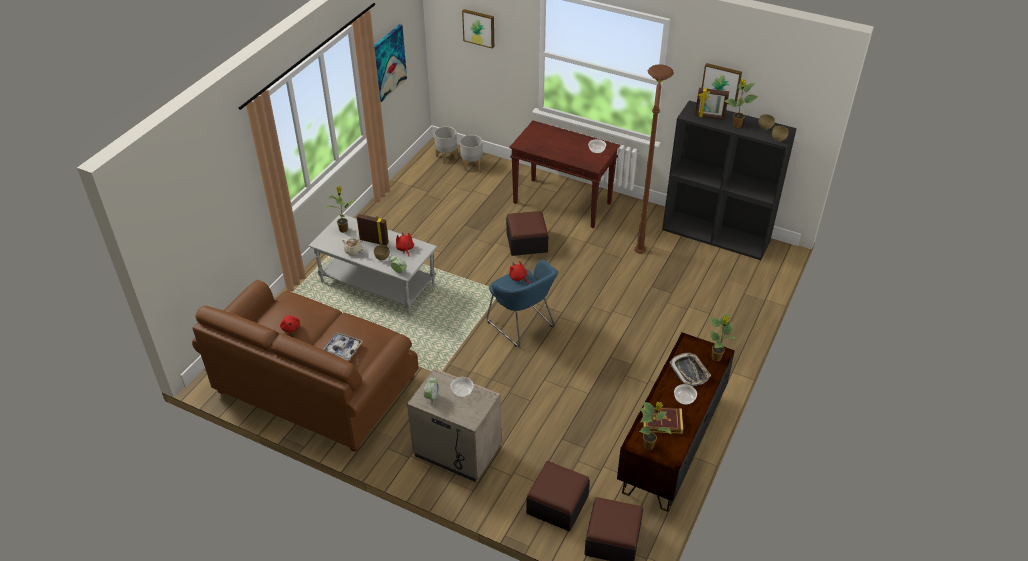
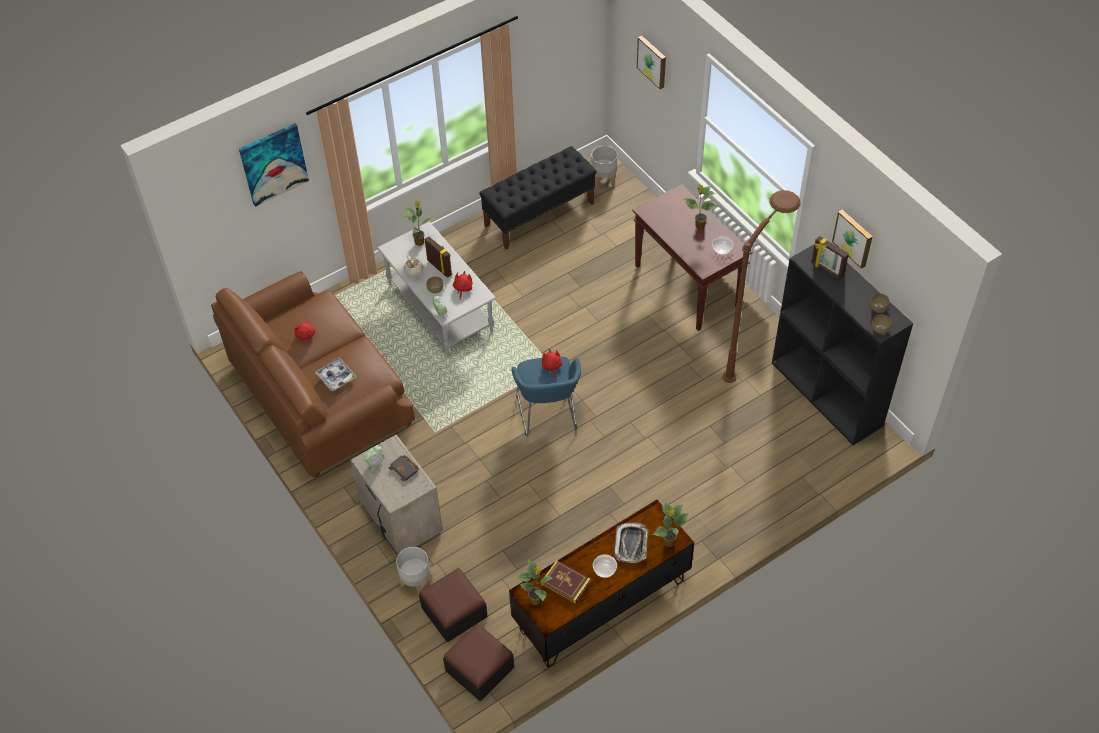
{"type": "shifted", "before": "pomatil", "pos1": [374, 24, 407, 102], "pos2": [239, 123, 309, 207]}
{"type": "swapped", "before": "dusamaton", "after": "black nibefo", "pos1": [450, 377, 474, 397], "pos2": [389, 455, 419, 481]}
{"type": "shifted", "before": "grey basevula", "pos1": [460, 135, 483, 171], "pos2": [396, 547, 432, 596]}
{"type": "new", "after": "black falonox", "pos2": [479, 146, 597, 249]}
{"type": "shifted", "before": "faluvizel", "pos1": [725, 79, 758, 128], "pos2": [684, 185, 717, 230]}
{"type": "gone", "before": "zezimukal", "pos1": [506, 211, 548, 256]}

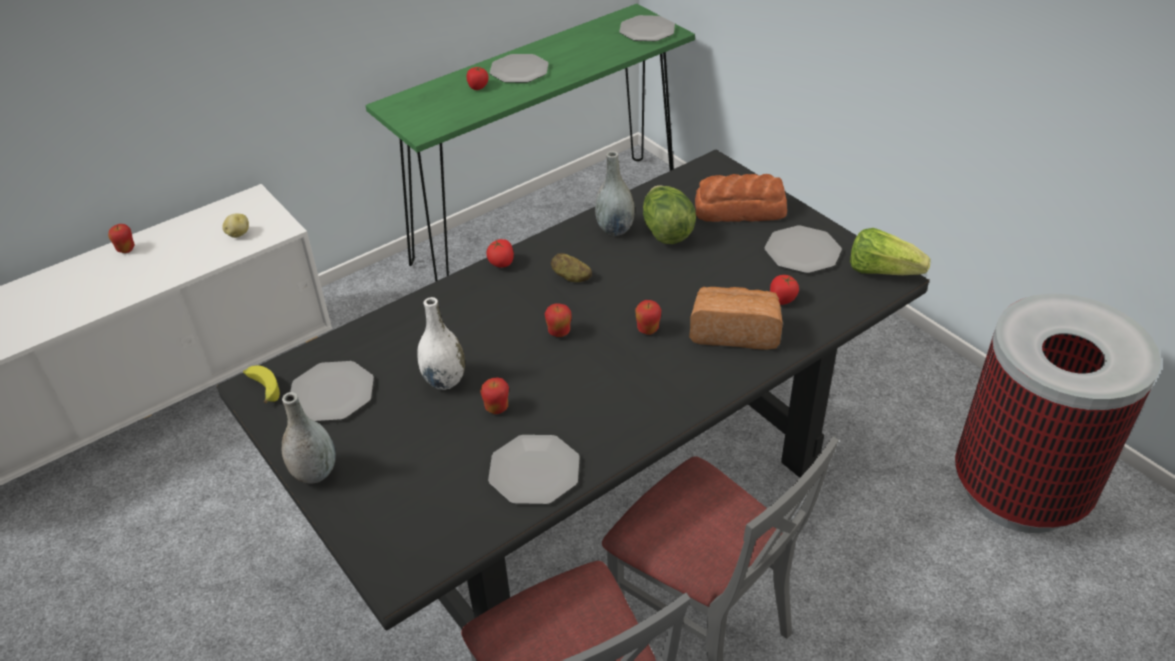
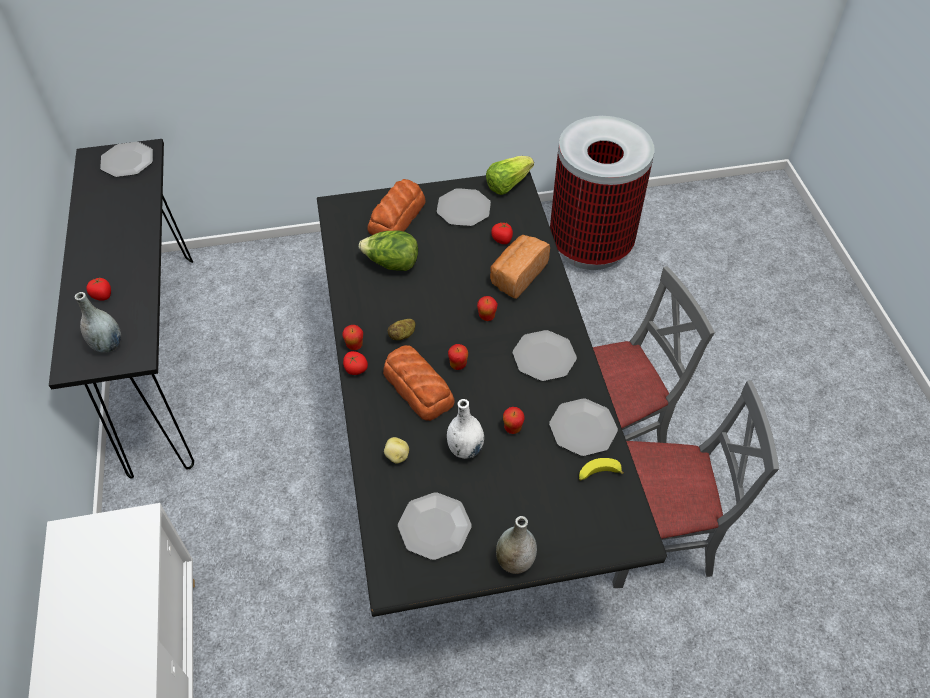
{"type": "repainted", "before": "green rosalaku", "after": "black rosalaku", "pos1": [365, 4, 695, 282], "pos2": [49, 139, 194, 479]}
{"type": "shifted", "before": "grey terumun", "pos1": [595, 151, 635, 236], "pos2": [75, 292, 121, 353]}
{"type": "shifted", "before": "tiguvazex", "pos1": [108, 224, 135, 253], "pos2": [342, 325, 363, 350]}
{"type": "new", "after": "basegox", "pos2": [383, 345, 454, 421]}
{"type": "shifted", "before": "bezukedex", "pos1": [222, 214, 249, 238], "pos2": [384, 437, 409, 464]}
{"type": "shifted", "before": "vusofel", "pos1": [490, 54, 549, 83], "pos2": [513, 330, 577, 381]}
{"type": "shifted", "before": "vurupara", "pos1": [243, 365, 280, 403], "pos2": [579, 458, 624, 481]}

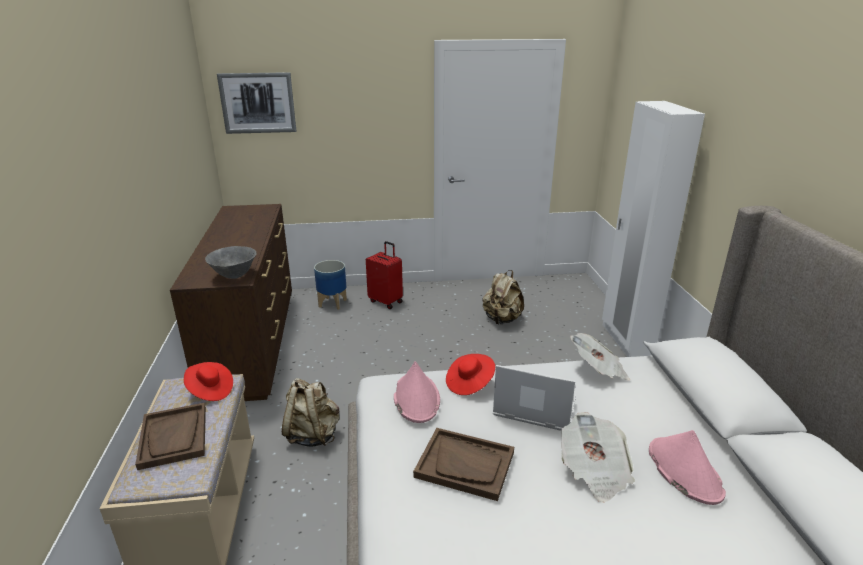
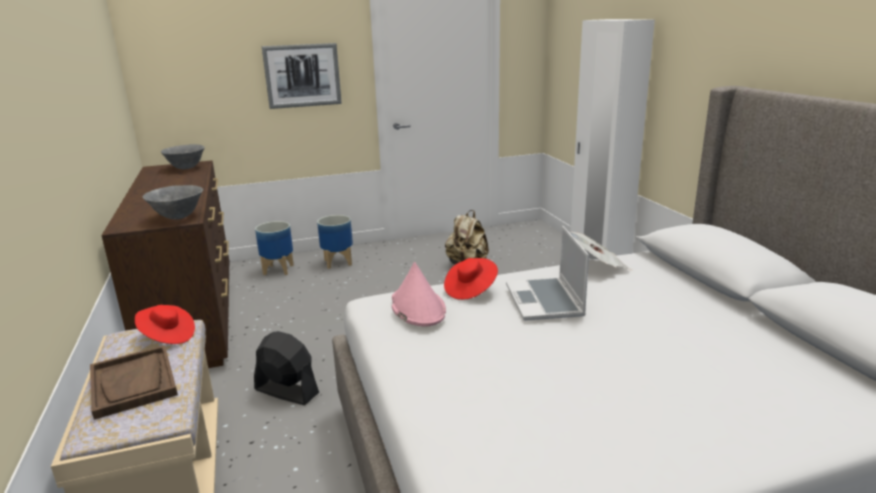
{"type": "new", "after": "grey dusamaton", "pos2": [161, 144, 205, 169]}
{"type": "swapped", "before": "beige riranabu", "after": "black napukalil", "pos1": [282, 378, 340, 447], "pos2": [254, 331, 319, 405]}
{"type": "shifted", "before": "pomatil", "pos1": [217, 72, 296, 134], "pos2": [262, 43, 342, 109]}
{"type": "swapped", "before": "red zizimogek", "after": "basevula", "pos1": [366, 241, 403, 309], "pos2": [317, 215, 353, 269]}
{"type": "rotated", "before": "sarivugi", "pos1": [493, 365, 576, 431], "pos2": [506, 226, 589, 321], "turn": -105}
{"type": "gone", "before": "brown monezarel", "pos1": [413, 428, 514, 501]}
{"type": "gone", "before": "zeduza", "pos1": [561, 412, 635, 503]}
{"type": "gone", "before": "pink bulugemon", "pos1": [649, 430, 726, 505]}

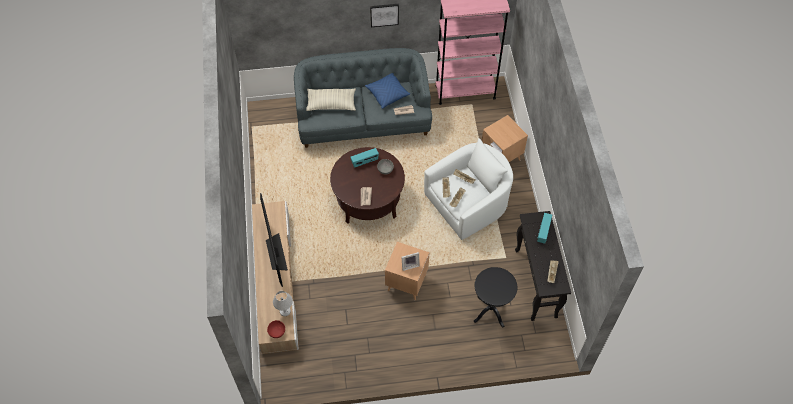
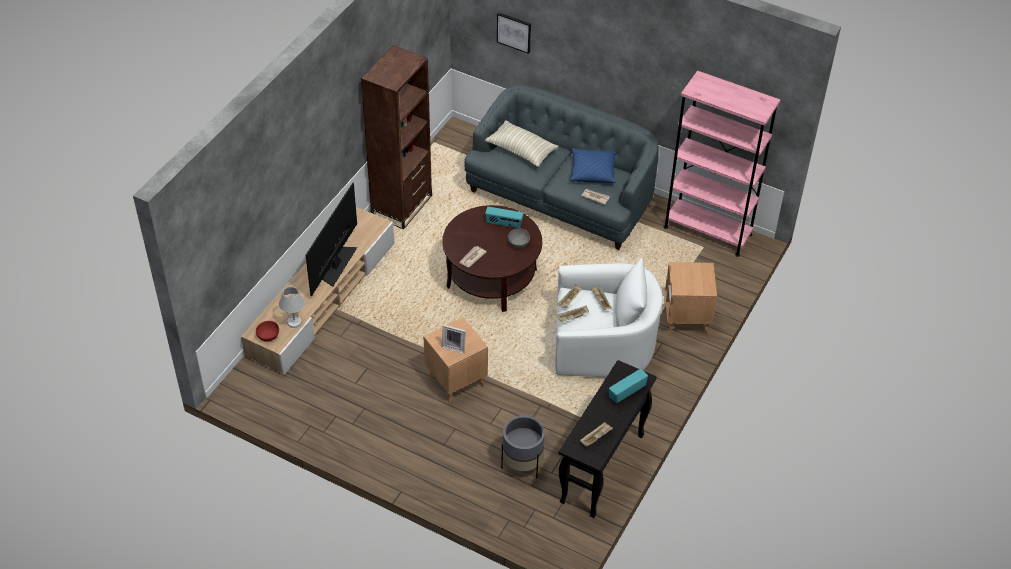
{"type": "new", "after": "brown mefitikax", "pos2": [361, 45, 432, 229]}
{"type": "shifted", "before": "pomatil", "pos1": [370, 4, 399, 27], "pos2": [497, 12, 531, 54]}
{"type": "swapped", "before": "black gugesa", "after": "grey basevula", "pos1": [474, 267, 517, 328], "pos2": [501, 415, 545, 478]}

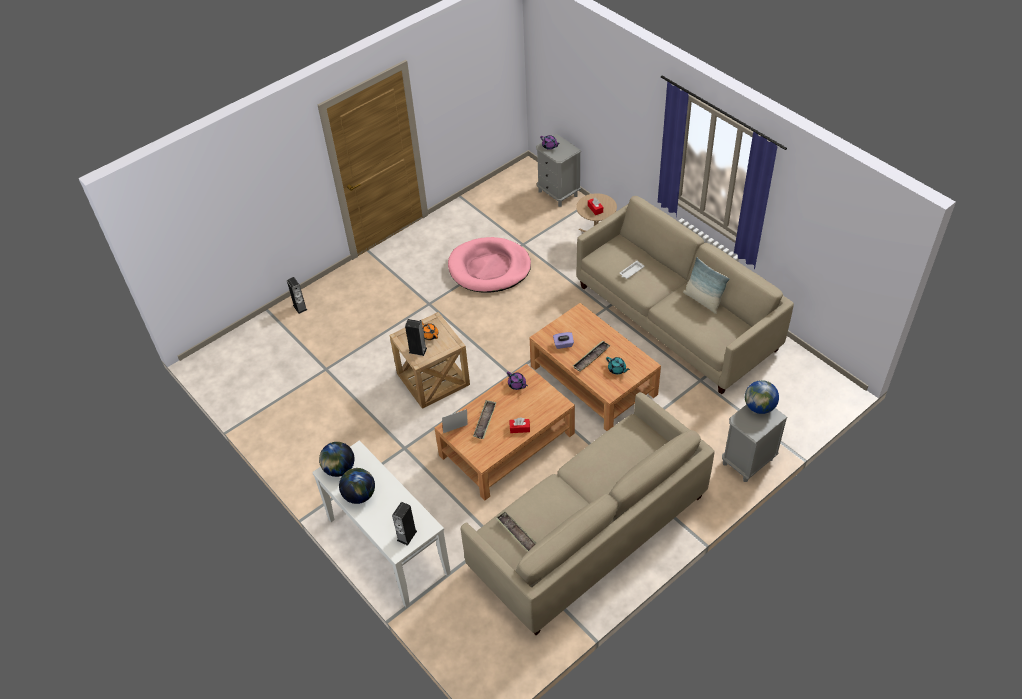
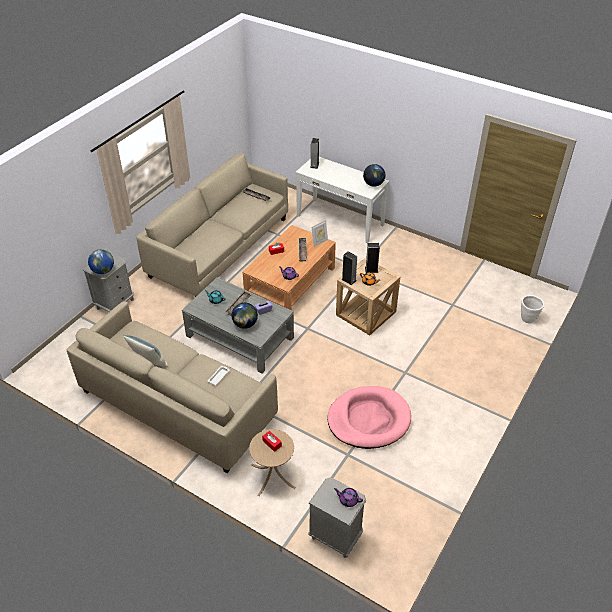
{"type": "repainted", "before": "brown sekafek", "after": "grey sekafek", "pos1": [529, 303, 661, 431], "pos2": [182, 277, 294, 373]}
{"type": "shifted", "before": "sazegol", "pos1": [339, 468, 375, 504], "pos2": [232, 303, 258, 329]}
{"type": "shifted", "before": "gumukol", "pos1": [287, 277, 307, 314], "pos2": [341, 251, 357, 285]}
{"type": "new", "after": "white basevula", "pos2": [521, 295, 544, 323]}

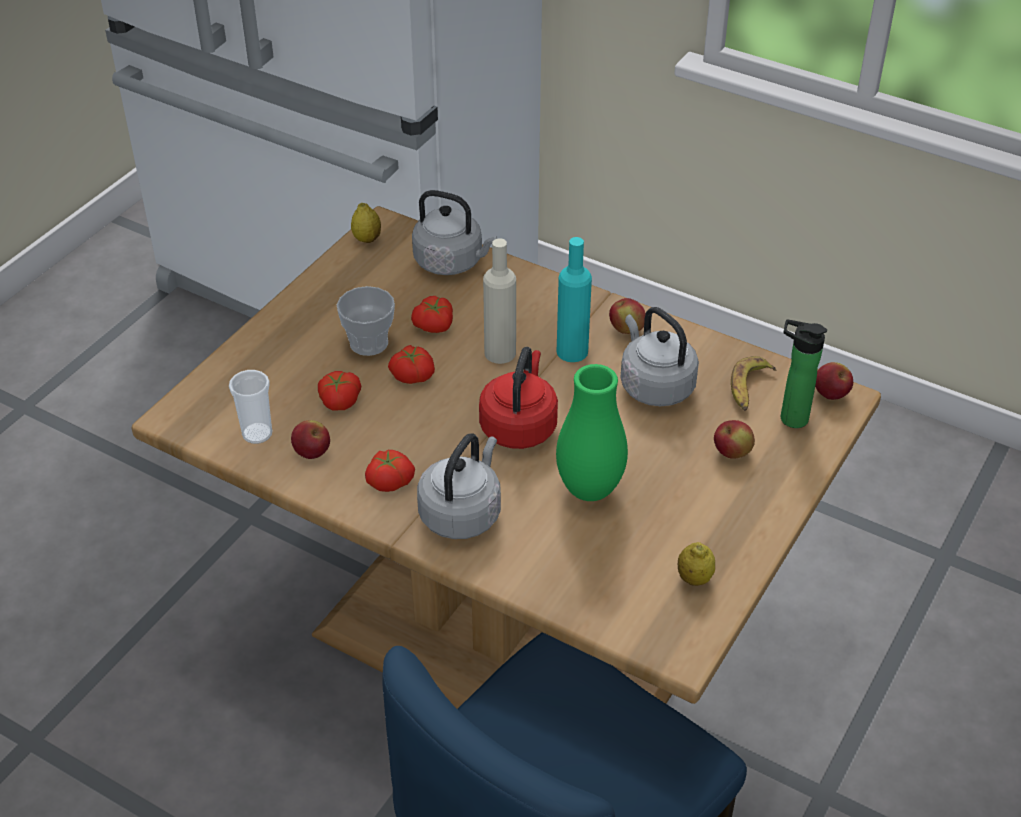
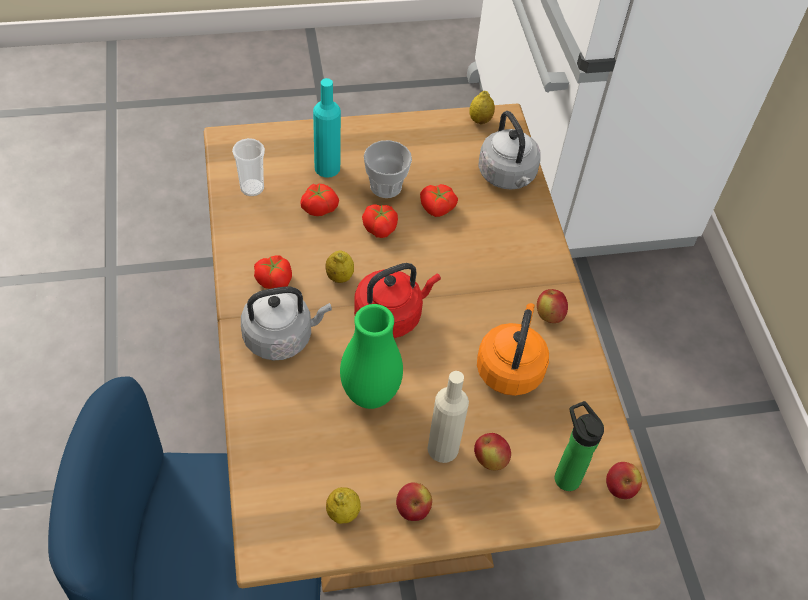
{"type": "shifted", "before": "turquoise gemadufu", "pos1": [557, 237, 592, 362], "pos2": [313, 78, 341, 178]}
{"type": "new", "after": "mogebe", "pos2": [326, 250, 354, 283]}
{"type": "shifted", "before": "tiguvazex", "pos1": [291, 420, 330, 459], "pos2": [396, 483, 432, 521]}
{"type": "shifted", "before": "beige gemadufu", "pos1": [483, 238, 516, 364], "pos2": [427, 371, 469, 463]}
{"type": "repainted", "before": "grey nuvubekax", "after": "orange nuvubekax", "pos1": [621, 307, 699, 406], "pos2": [477, 303, 549, 396]}
{"type": "gone", "before": "vurupara", "pos1": [731, 356, 776, 411]}

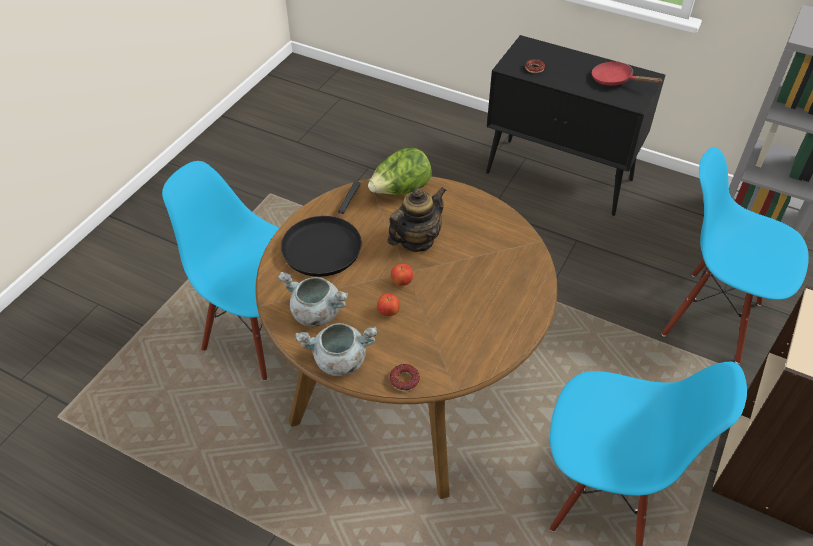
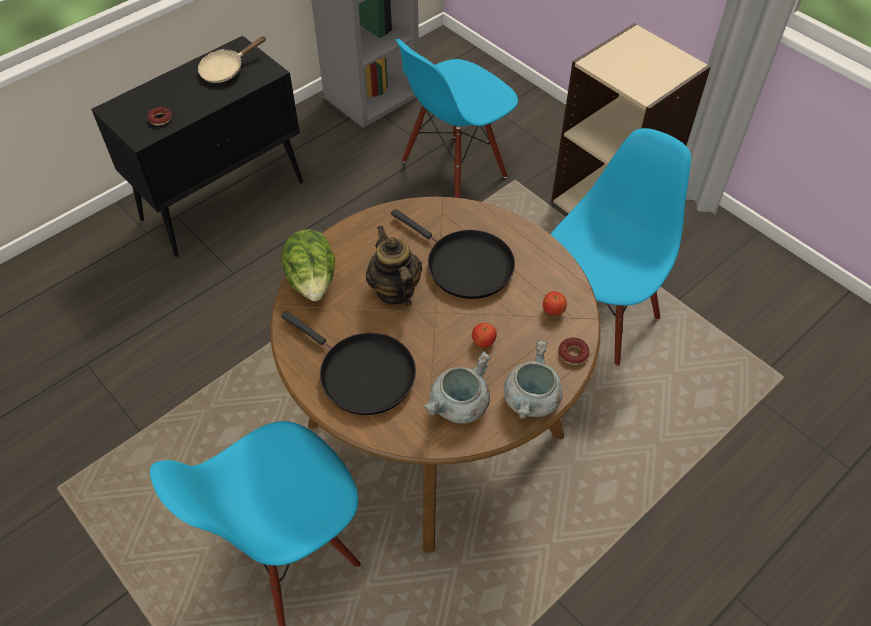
{"type": "repainted", "before": "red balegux", "after": "beige balegux", "pos1": [592, 62, 662, 86], "pos2": [198, 36, 266, 83]}
{"type": "new", "after": "black balegux", "pos2": [391, 209, 515, 299]}
{"type": "shifted", "before": "tiguvazex", "pos1": [391, 264, 413, 286], "pos2": [543, 291, 567, 315]}

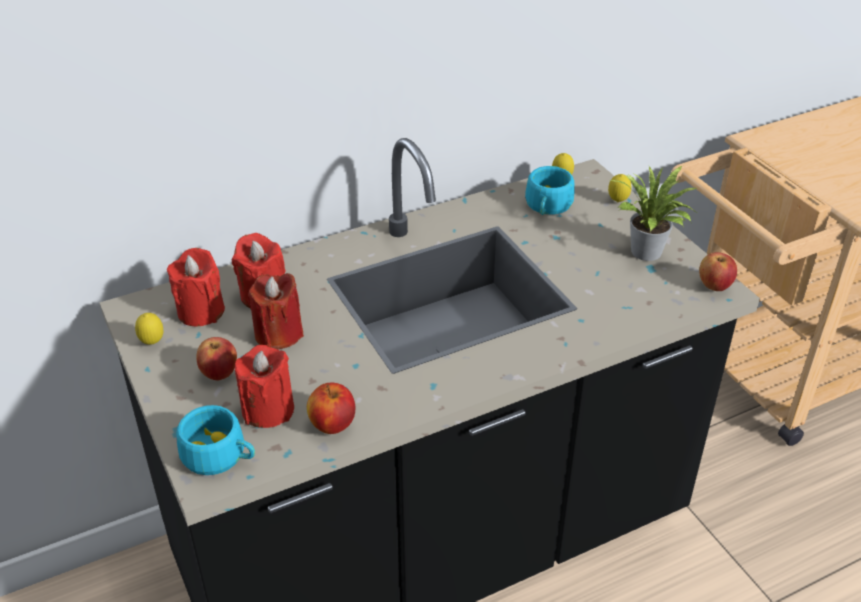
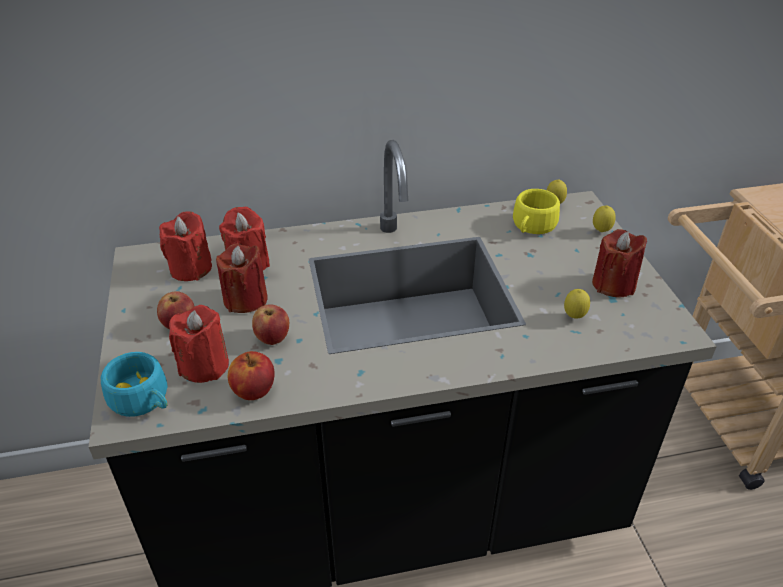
{"type": "shifted", "before": "tiguvazex", "pos1": [699, 252, 737, 291], "pos2": [252, 305, 289, 345]}
{"type": "repainted", "before": "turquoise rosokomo", "after": "yellow rosokomo", "pos1": [525, 166, 575, 215], "pos2": [513, 189, 560, 234]}
{"type": "shifted", "before": "mogebe", "pos1": [135, 313, 163, 345], "pos2": [564, 289, 590, 319]}
{"type": "swapped", "before": "faluvizel", "after": "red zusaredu", "pos1": [608, 166, 697, 261], "pos2": [592, 229, 647, 297]}

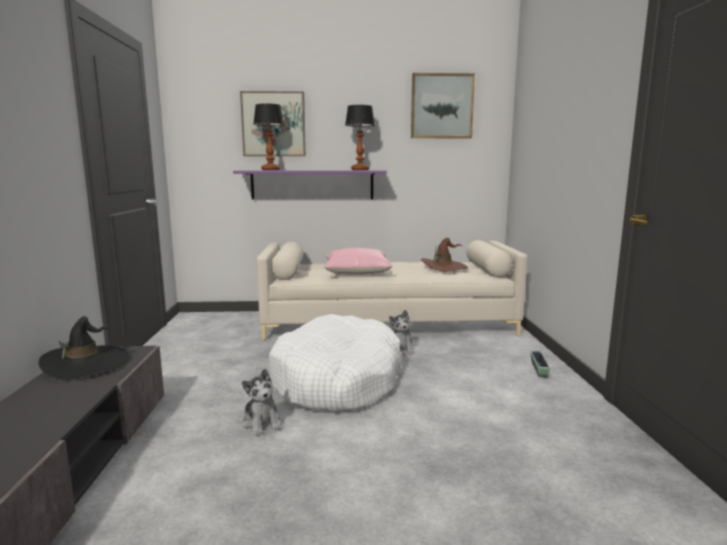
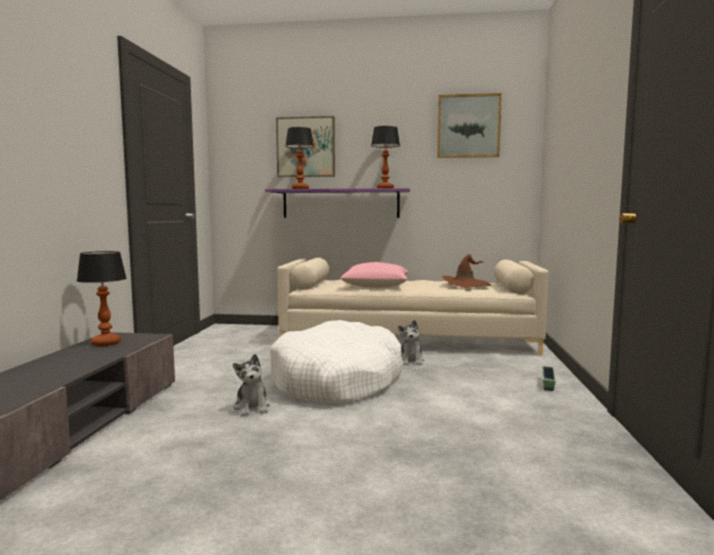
{"type": "swapped", "before": "black bulugemon", "after": "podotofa", "pos1": [38, 316, 130, 381], "pos2": [77, 251, 127, 346]}

